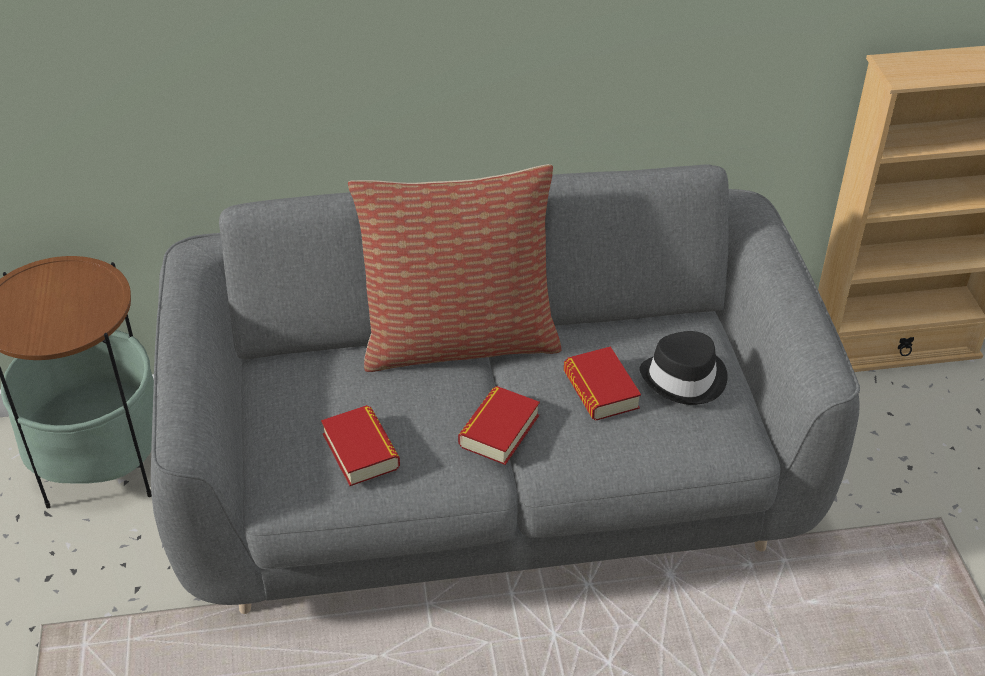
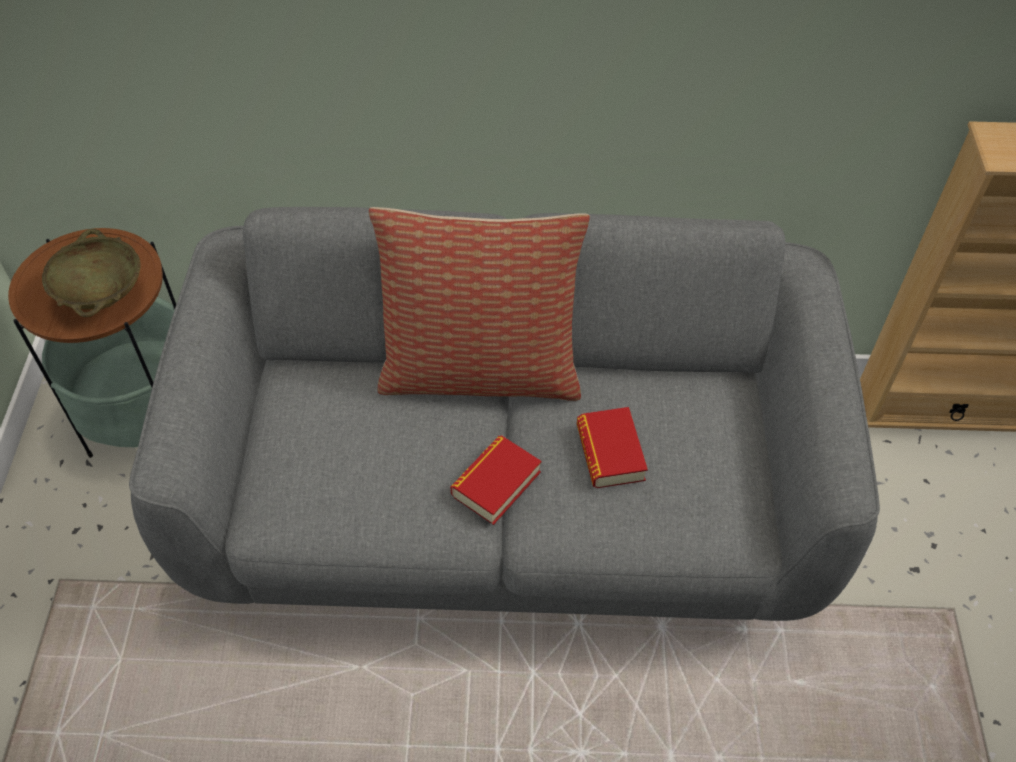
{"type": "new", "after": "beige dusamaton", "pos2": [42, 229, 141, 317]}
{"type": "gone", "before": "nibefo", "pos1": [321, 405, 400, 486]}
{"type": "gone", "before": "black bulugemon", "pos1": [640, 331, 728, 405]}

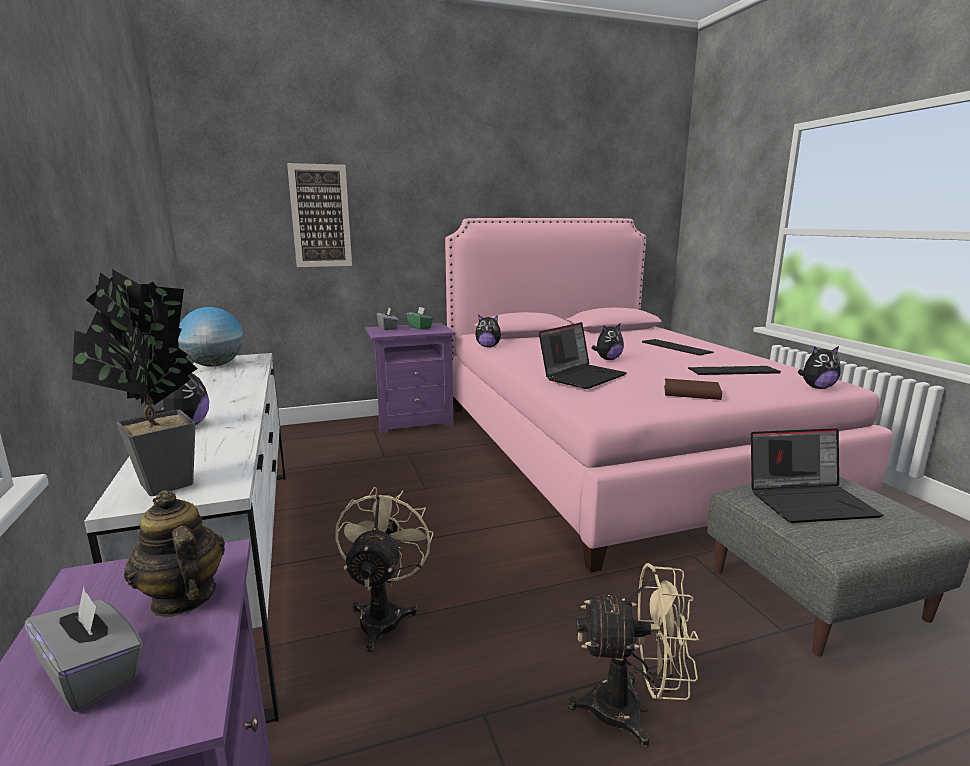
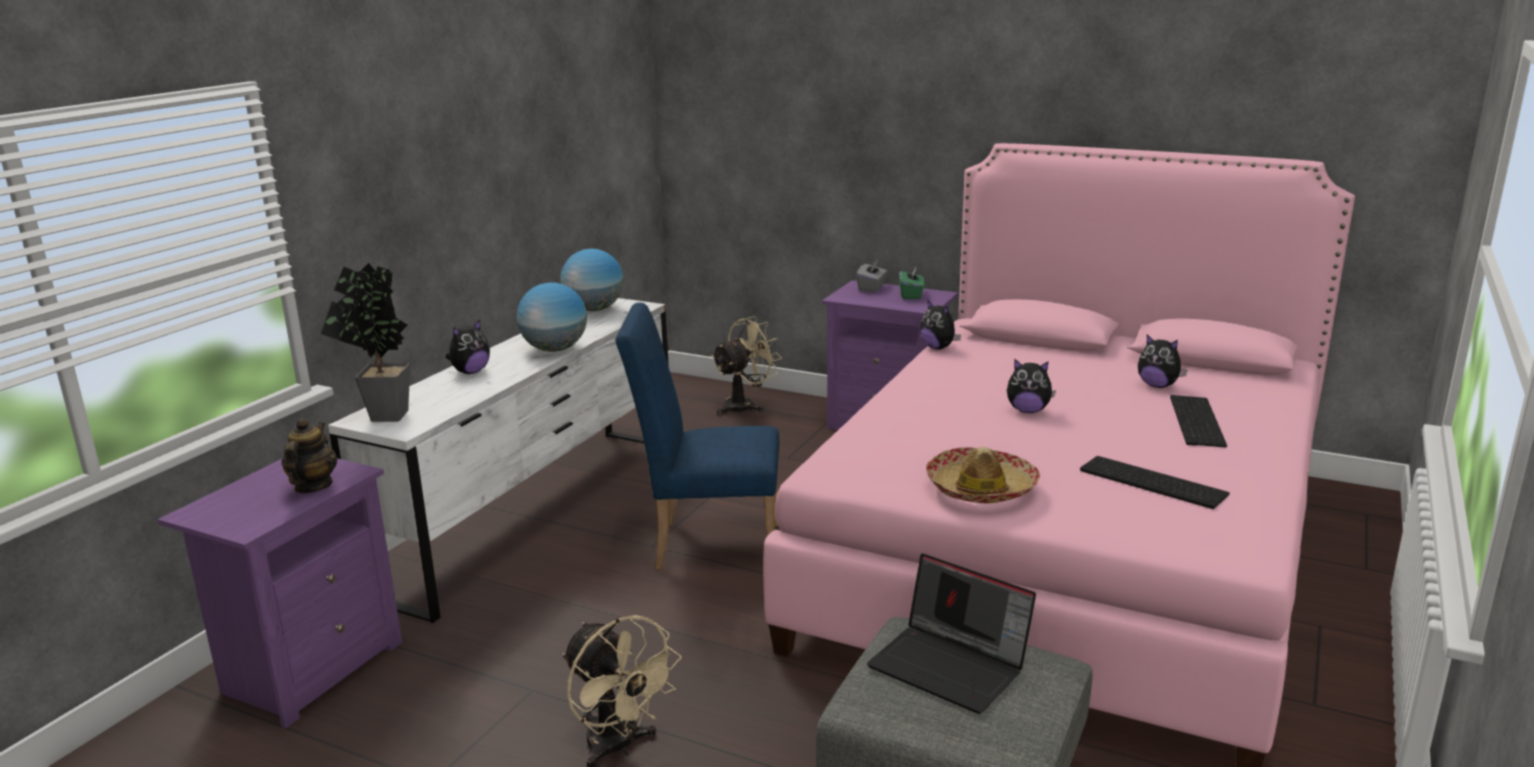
{"type": "new", "after": "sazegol", "pos2": [517, 282, 587, 352]}
{"type": "new", "after": "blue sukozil", "pos2": [615, 303, 779, 570]}
{"type": "shifted", "before": "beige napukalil", "pos1": [335, 487, 434, 652], "pos2": [711, 316, 782, 416]}
{"type": "swapped", "before": "brown nibefo", "after": "bulugemon", "pos1": [664, 379, 722, 400], "pos2": [926, 447, 1040, 504]}
{"type": "shifted", "before": "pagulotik", "pos1": [798, 346, 841, 389], "pos2": [1138, 334, 1188, 388]}
{"type": "gone", "before": "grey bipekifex", "pos1": [25, 587, 143, 712]}
{"type": "gone", "before": "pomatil", "pos1": [287, 163, 352, 267]}
{"type": "gone", "before": "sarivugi", "pos1": [539, 322, 627, 389]}

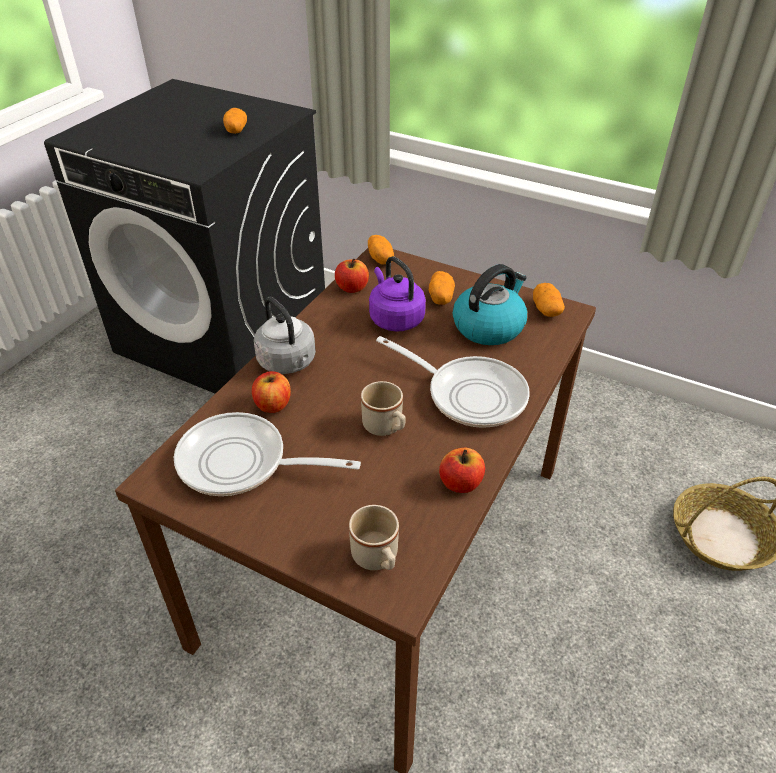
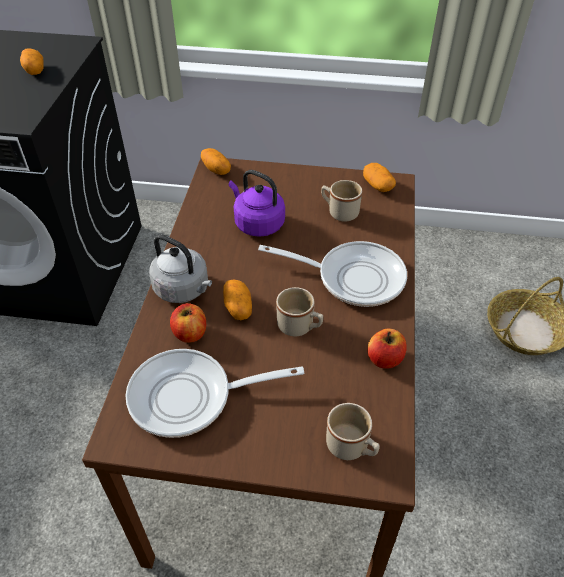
{"type": "shifted", "before": "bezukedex", "pos1": [429, 271, 455, 305], "pos2": [223, 280, 252, 320]}
{"type": "swapped", "before": "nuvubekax", "after": "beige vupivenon", "pos1": [453, 264, 527, 345], "pos2": [321, 180, 362, 222]}
{"type": "gone", "before": "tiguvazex", "pos1": [335, 259, 369, 293]}

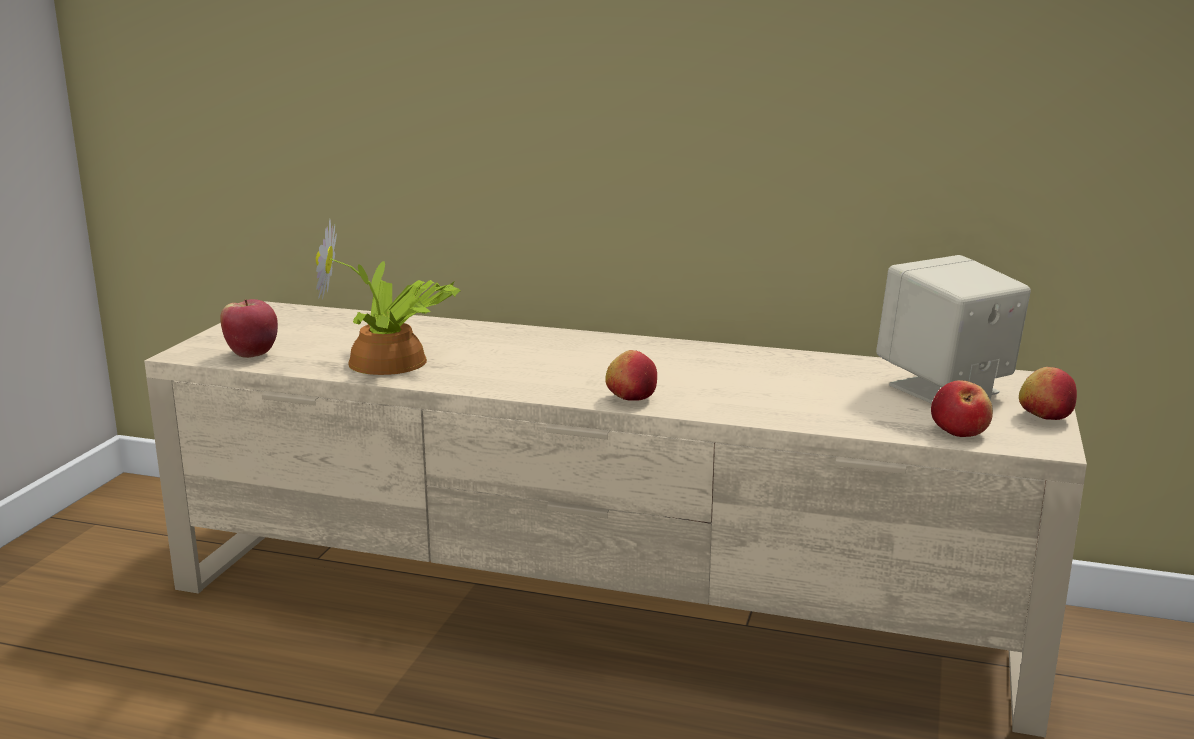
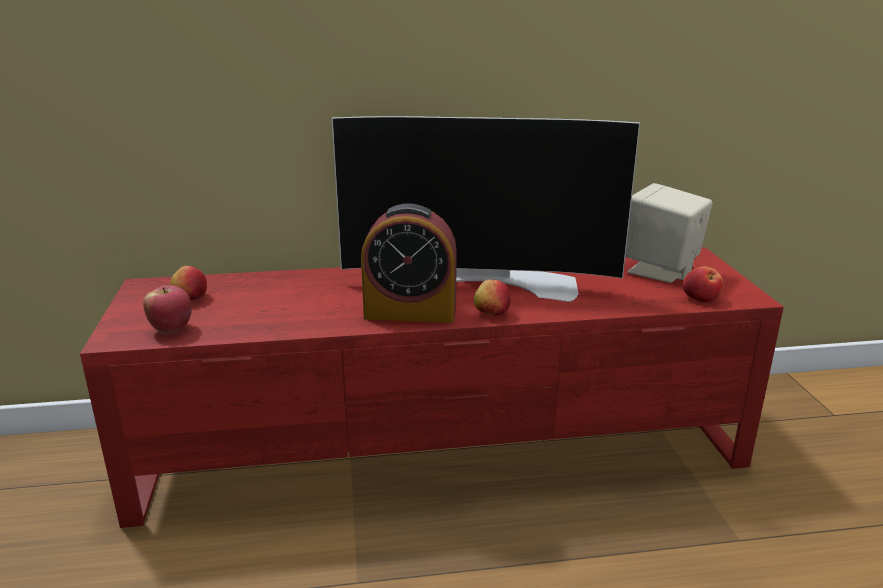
{"type": "repainted", "before": "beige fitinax", "after": "red fitinax", "pos1": [144, 301, 1087, 738], "pos2": [80, 247, 784, 528]}
{"type": "shifted", "before": "tiguvazex", "pos1": [1019, 367, 1077, 420], "pos2": [170, 266, 207, 300]}
{"type": "new", "after": "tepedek", "pos2": [332, 116, 640, 302]}
{"type": "new", "after": "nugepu", "pos2": [361, 203, 457, 323]}
{"type": "gone", "before": "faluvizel", "pos1": [316, 219, 461, 375]}

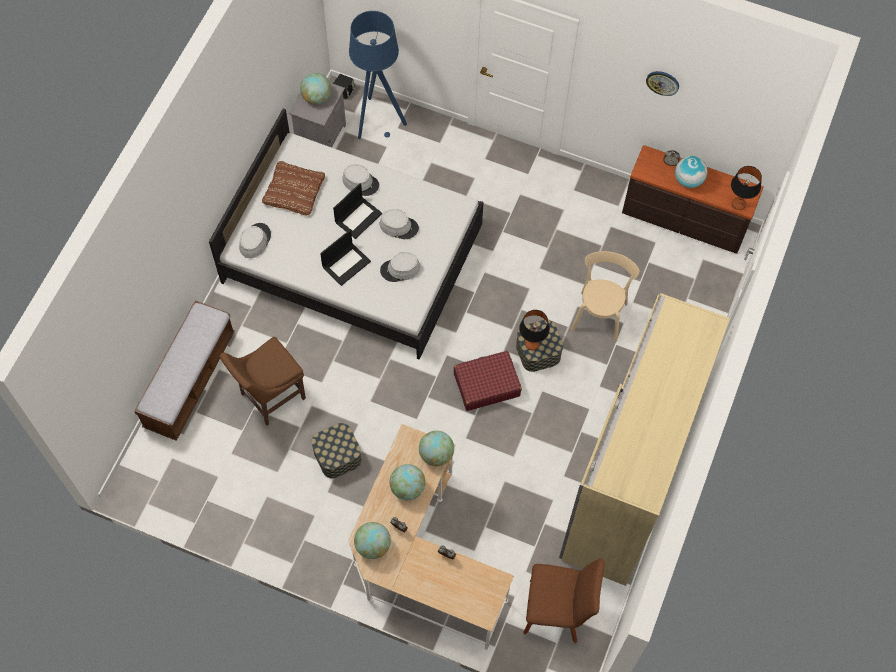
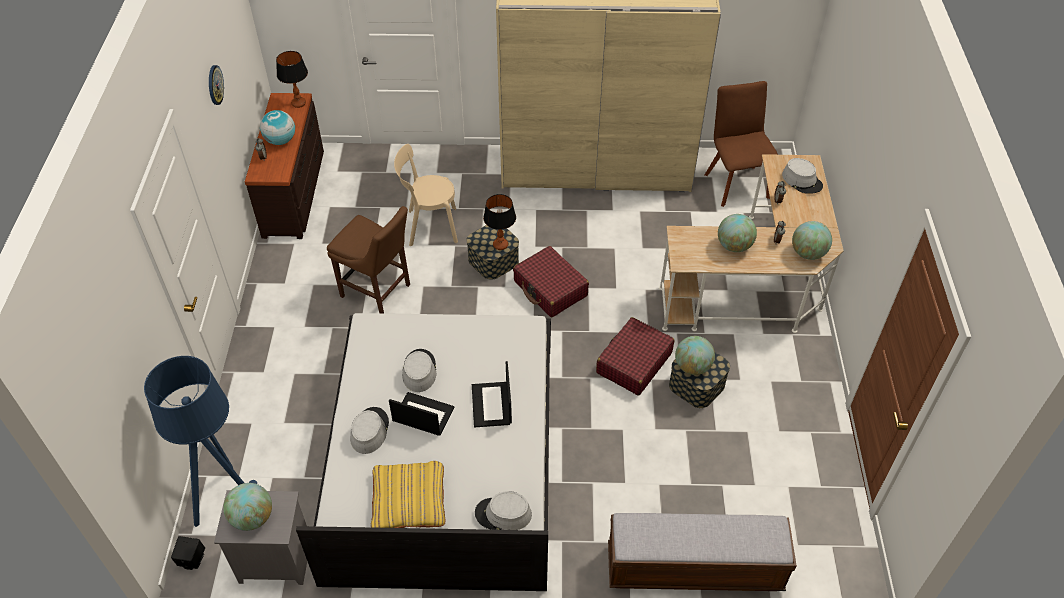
{"type": "shifted", "before": "brown sukozil", "pos1": [220, 337, 306, 425], "pos2": [327, 206, 410, 313]}
{"type": "repainted", "before": "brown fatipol", "after": "yellow fatipol", "pos1": [262, 161, 325, 215], "pos2": [371, 461, 445, 528]}
{"type": "rotated", "before": "sarivugi", "pos1": [320, 230, 371, 286], "pos2": [472, 361, 512, 427], "turn": -120}
{"type": "new", "after": "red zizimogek", "pos2": [596, 317, 674, 395]}
{"type": "shifted", "before": "sazegol", "pos1": [419, 431, 454, 466], "pos2": [675, 336, 715, 375]}
{"type": "shifted", "before": "grey bulugemon", "pos1": [380, 252, 420, 282], "pos2": [782, 158, 823, 194]}

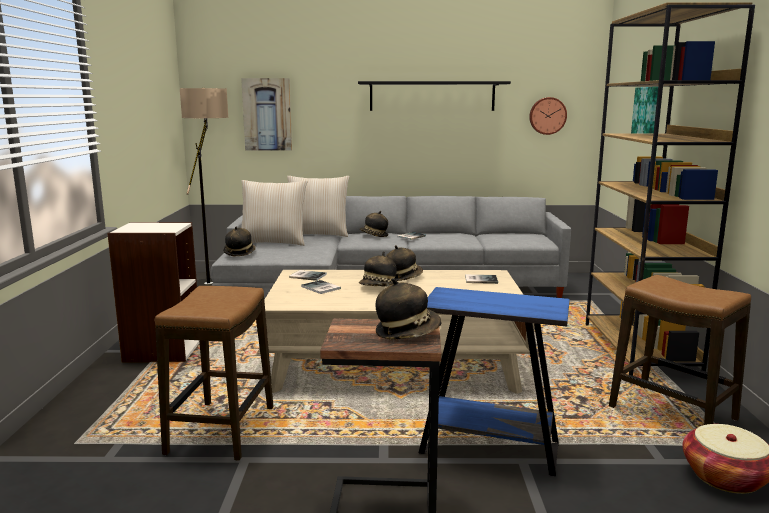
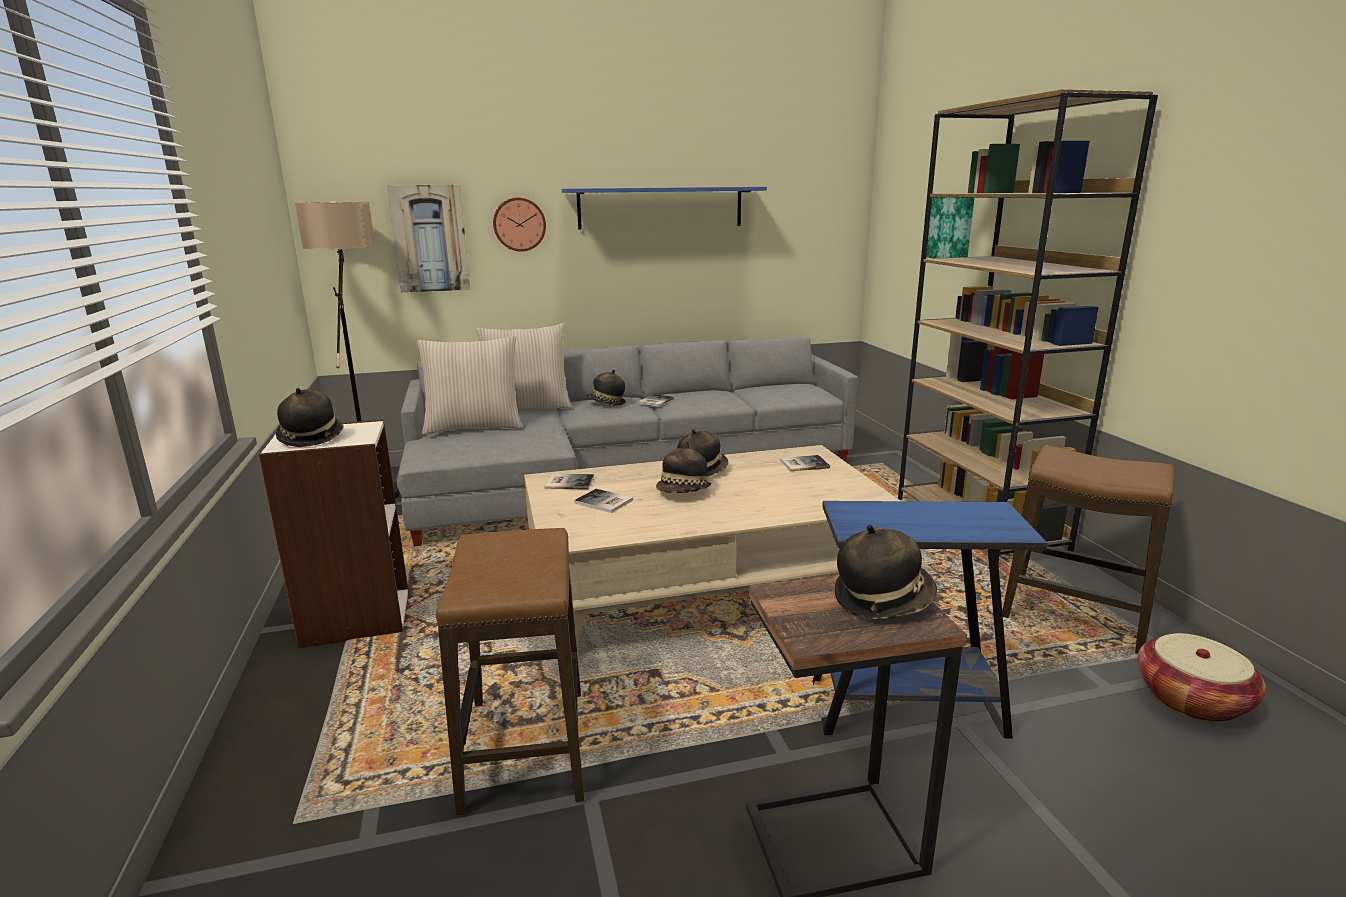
{"type": "shifted", "before": "bulugemon", "pos1": [223, 227, 256, 257], "pos2": [276, 388, 344, 447]}
{"type": "shifted", "before": "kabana", "pos1": [529, 97, 567, 135], "pos2": [493, 197, 546, 252]}
{"type": "repainted", "before": "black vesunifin", "after": "blue vesunifin", "pos1": [358, 81, 511, 111], "pos2": [562, 187, 767, 230]}

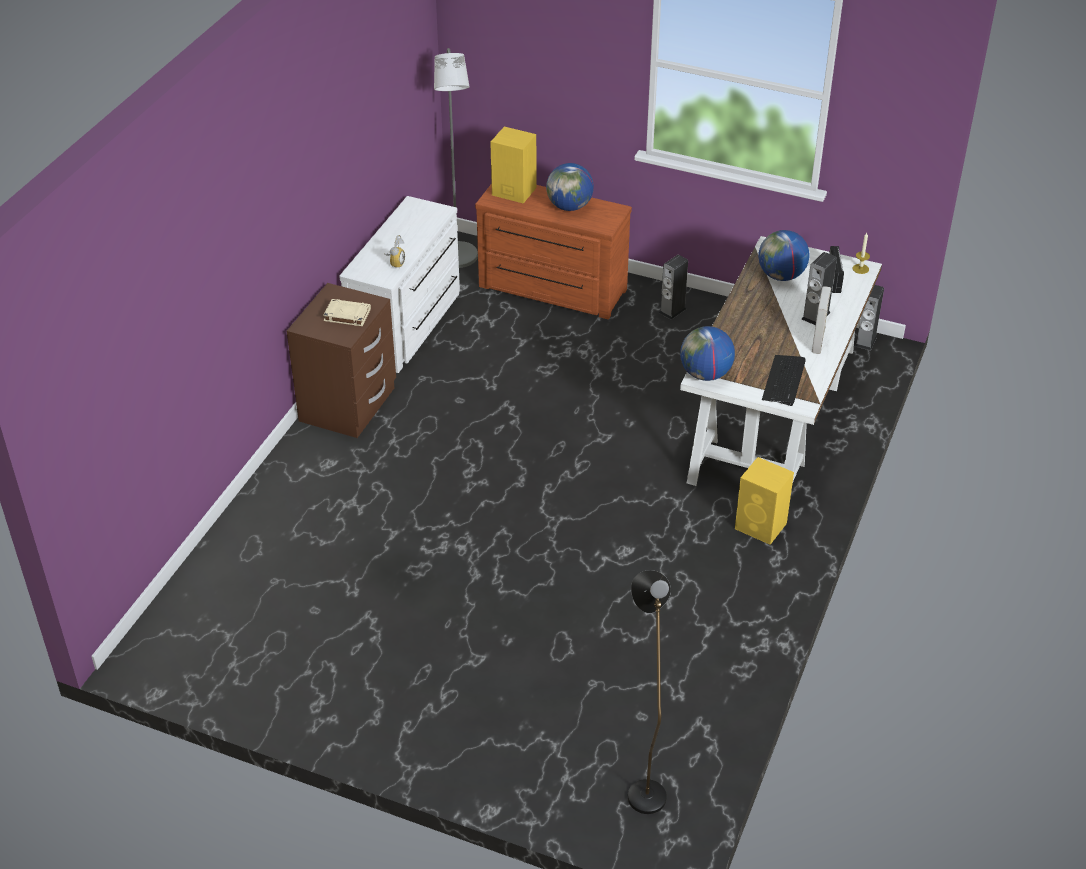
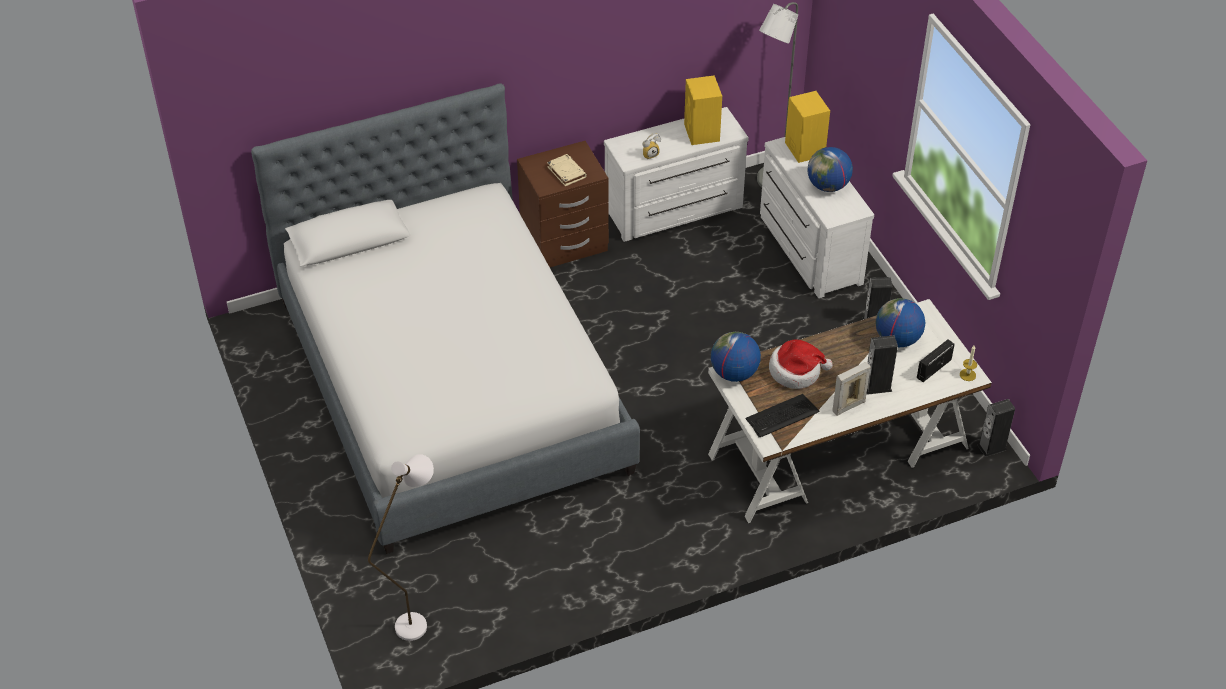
{"type": "new", "after": "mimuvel", "pos2": [251, 84, 640, 554]}
{"type": "repainted", "before": "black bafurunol", "after": "white bafurunol", "pos1": [628, 570, 671, 814], "pos2": [368, 454, 434, 641]}
{"type": "shifted", "before": "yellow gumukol", "pos1": [735, 457, 794, 545], "pos2": [684, 75, 722, 145]}
{"type": "repainted", "before": "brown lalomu", "after": "white lalomu", "pos1": [475, 184, 632, 319], "pos2": [760, 137, 874, 298]}
{"type": "new", "after": "bulugemon", "pos2": [769, 339, 833, 389]}

